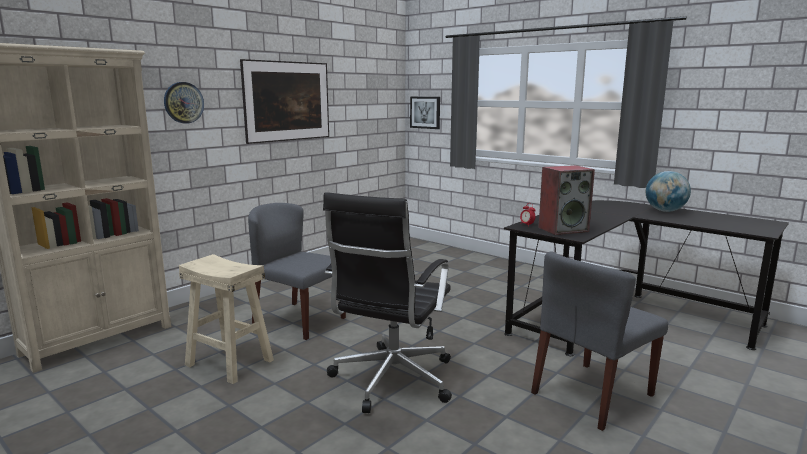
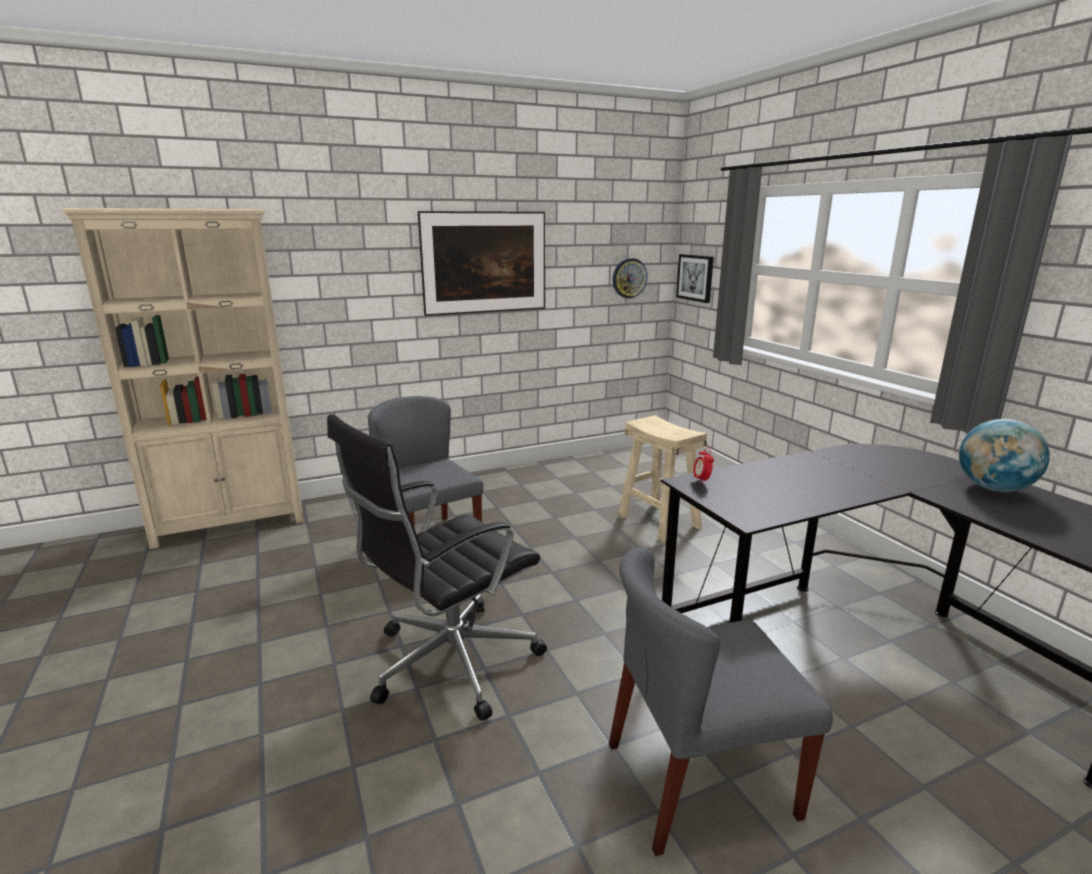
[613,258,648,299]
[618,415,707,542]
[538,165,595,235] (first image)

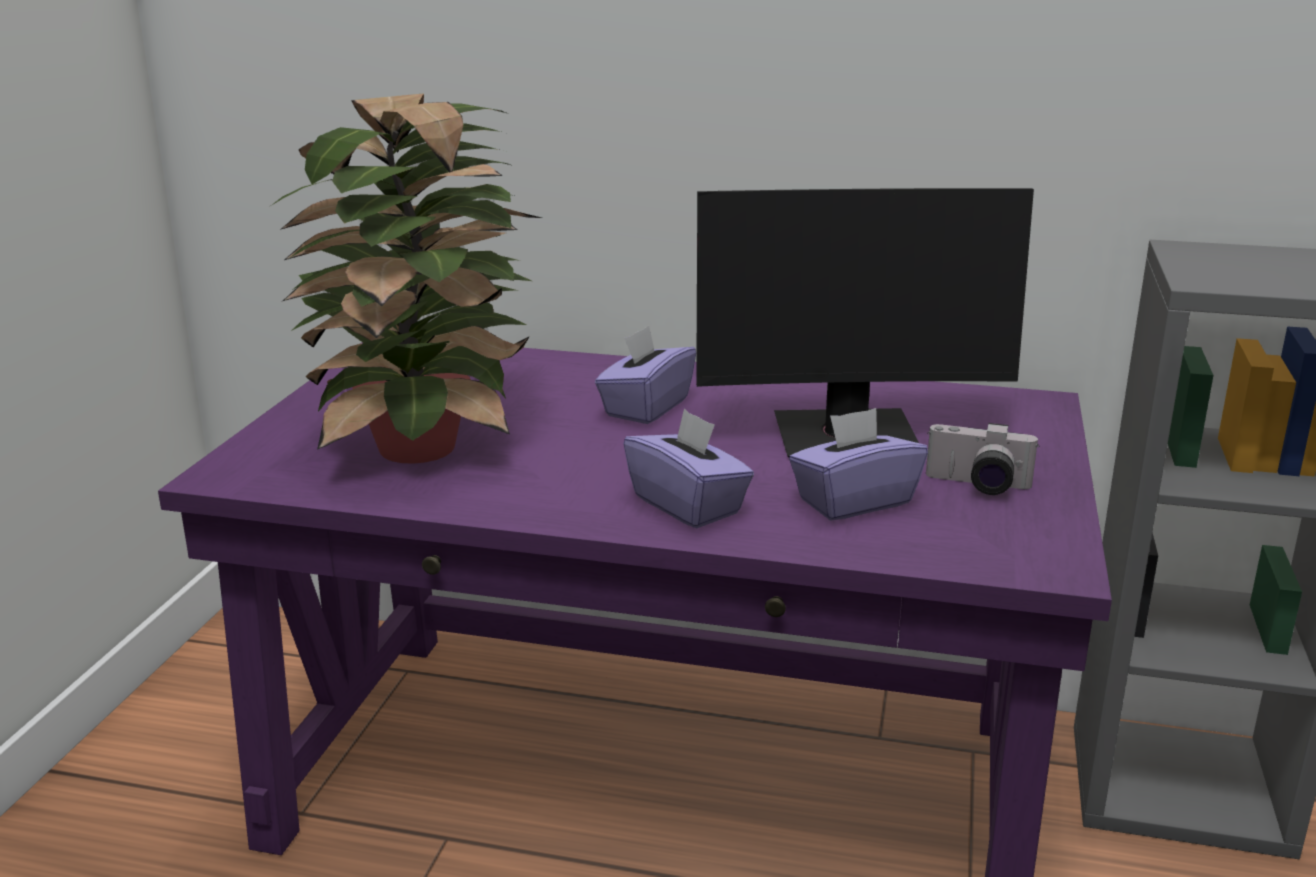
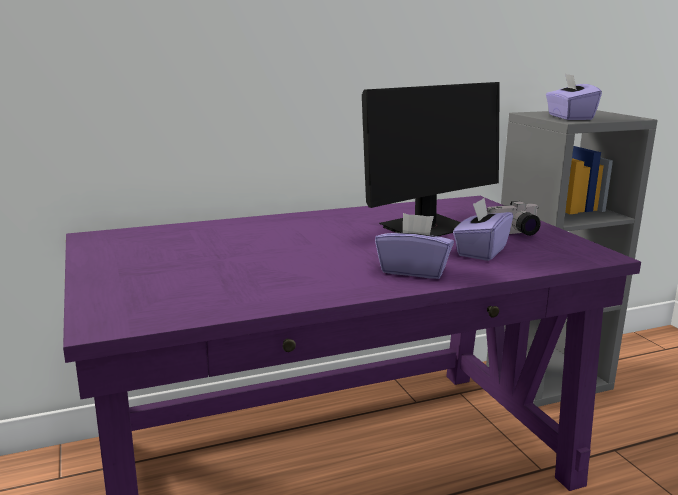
[272,93,542,464] (first image)
[546,74,602,120]

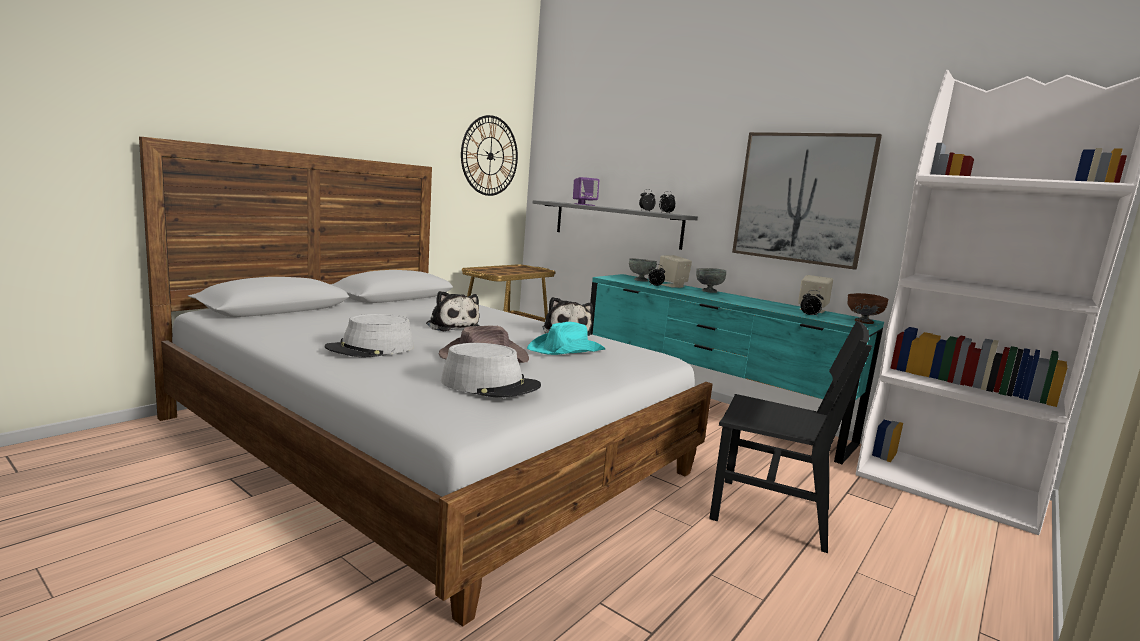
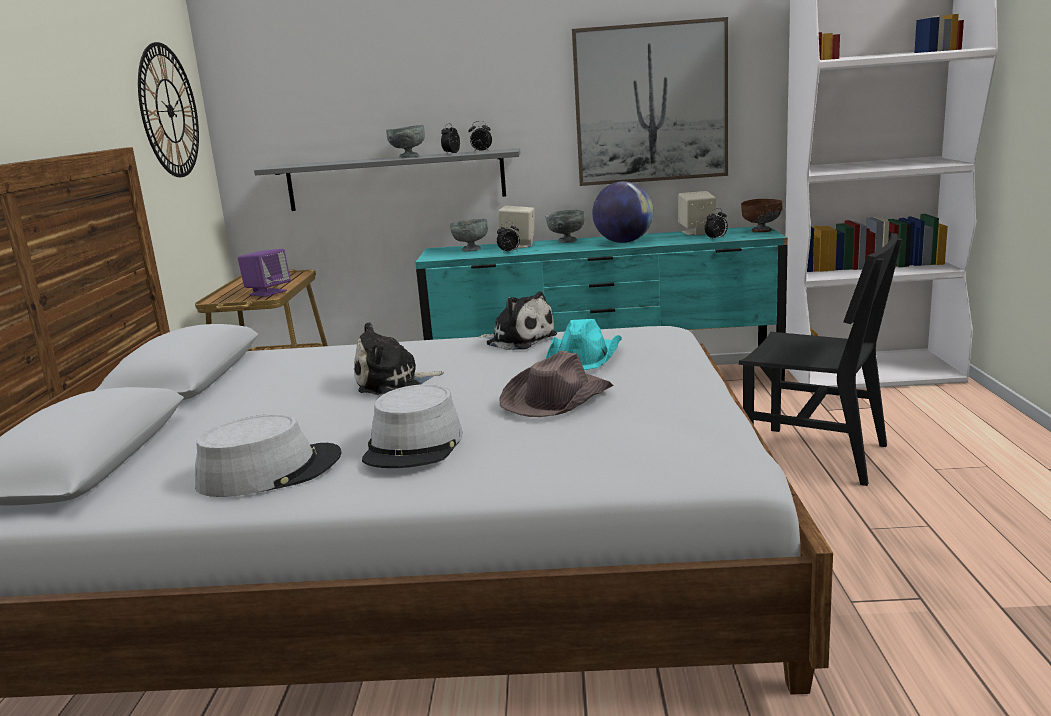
[354,322,444,395]
[195,414,342,497]
[238,249,291,297]
[739,233,902,486]
[386,125,425,158]
[592,181,653,243]

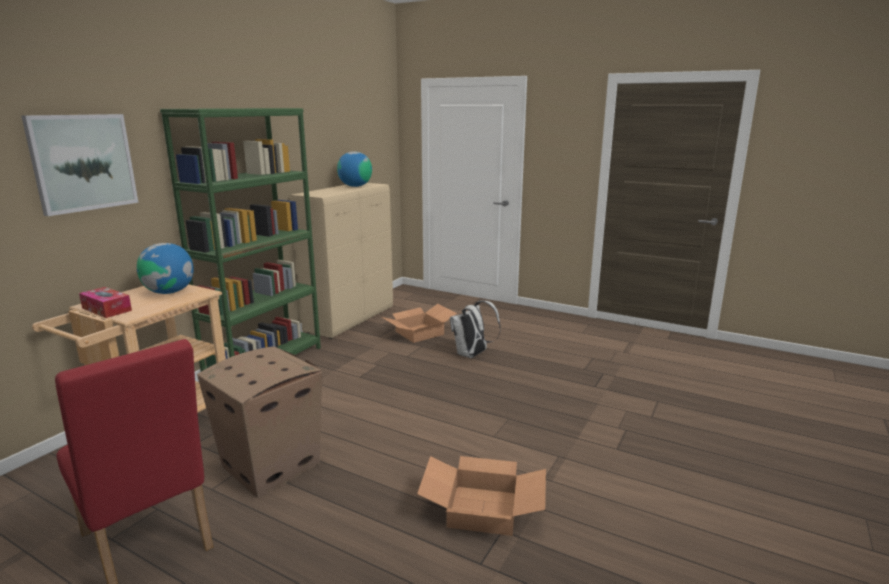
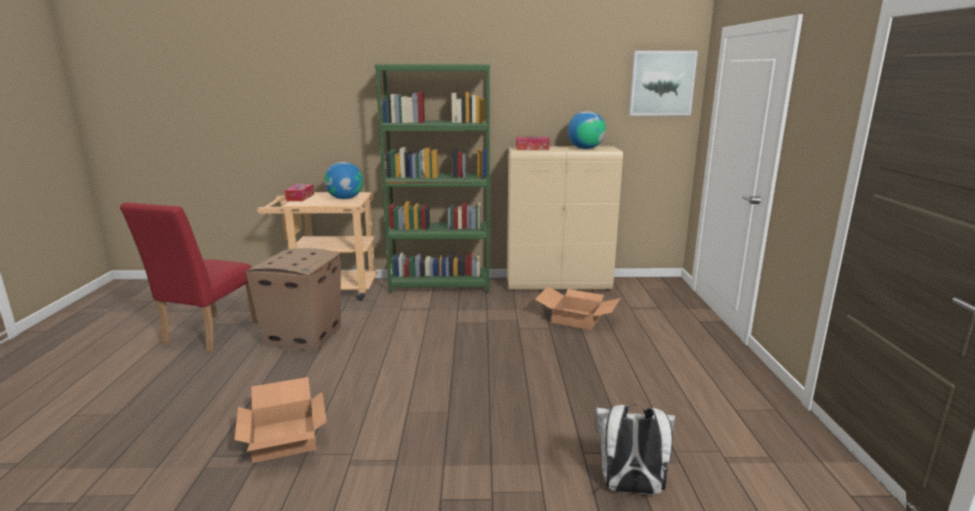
[629,51,698,115]
[595,404,675,495]
[516,137,550,150]

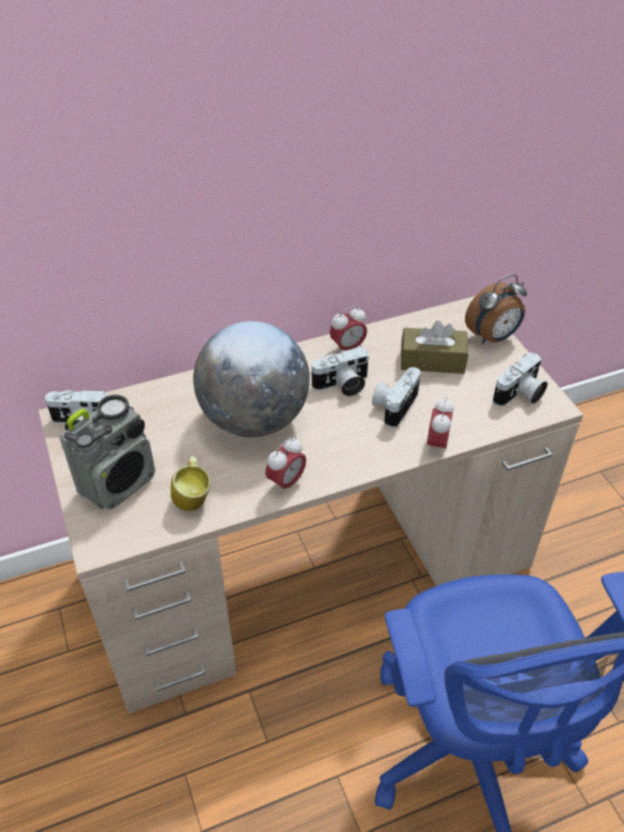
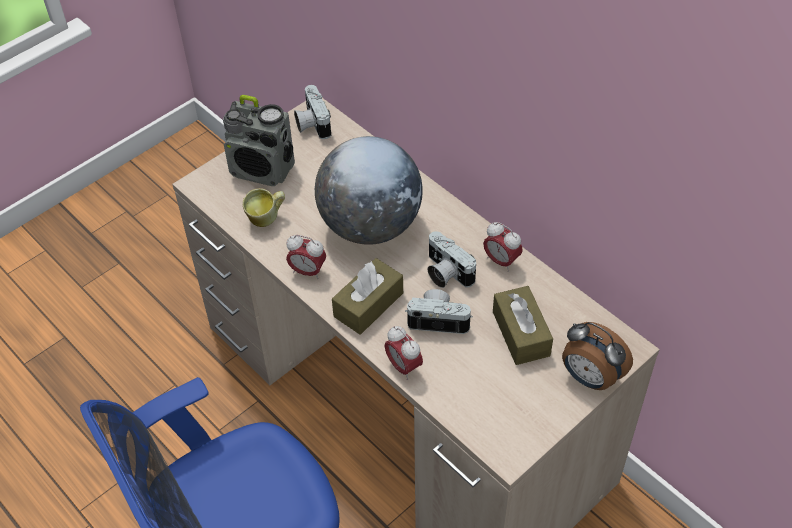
[385,326,423,380]
[493,352,548,406] (first image)
[332,258,403,335]

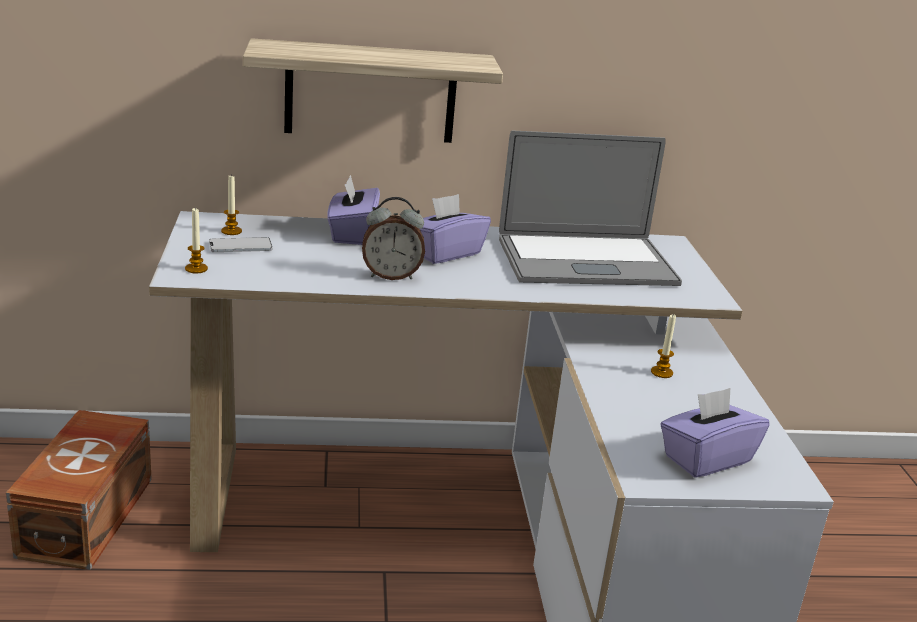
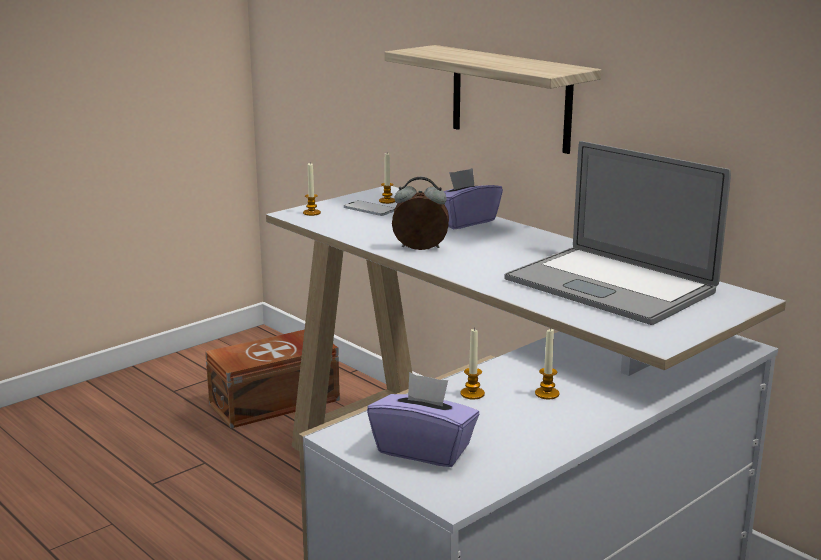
[392,177,449,250]
[419,194,491,264] (first image)
[461,329,485,400]

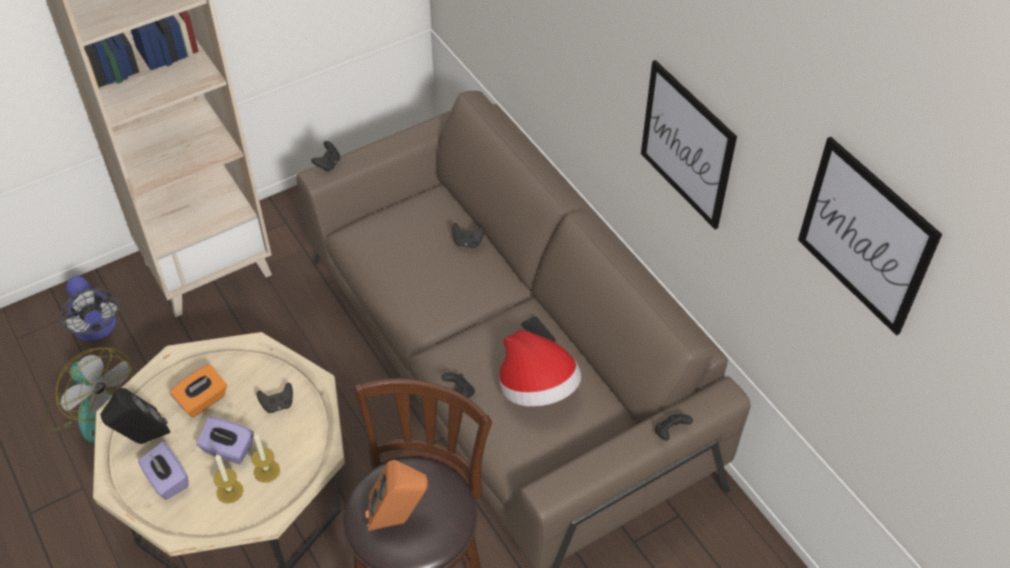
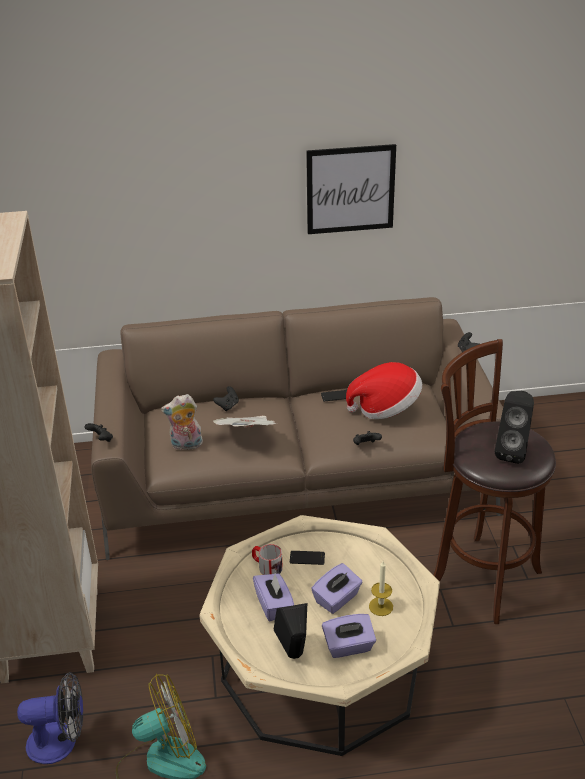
[253,573,294,621]
[251,433,280,483] (first image)
[290,551,325,565]
[495,391,534,464]
[798,137,942,336] (first image)
[161,394,203,450]
[213,416,277,428]
[252,544,283,575]

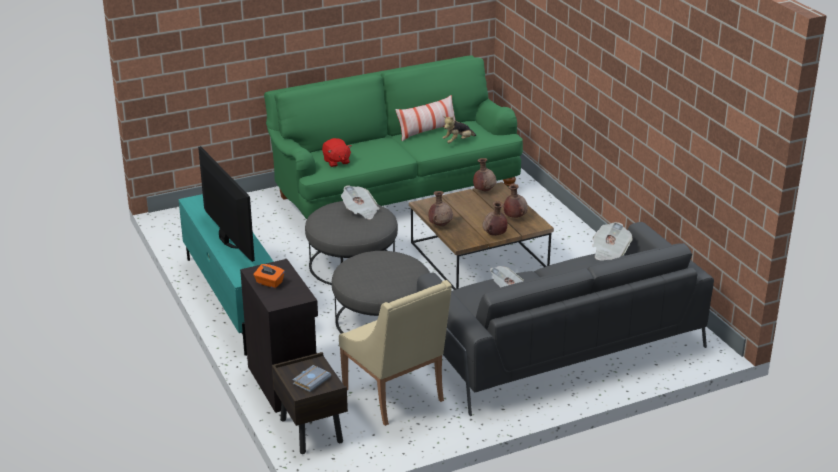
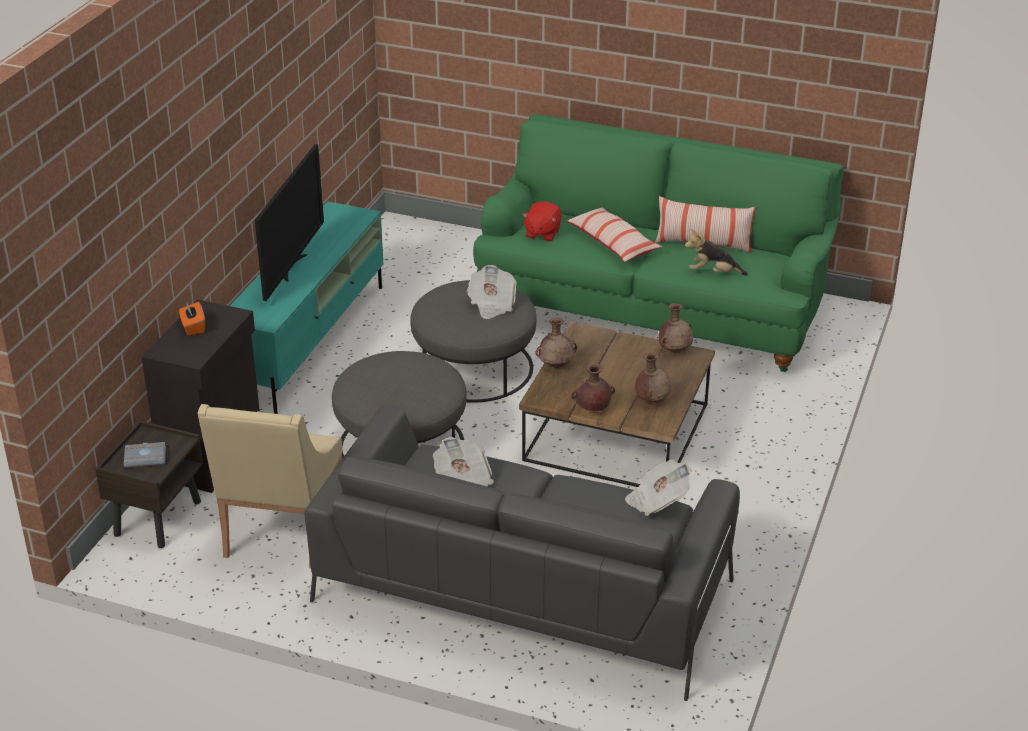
[567,207,662,262]

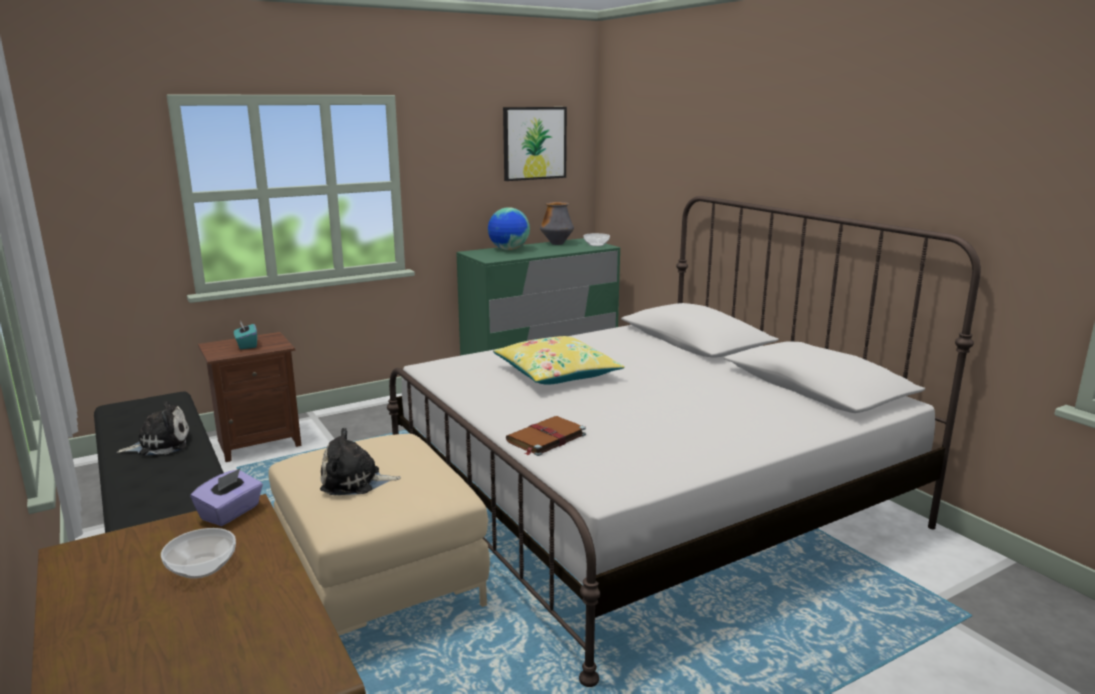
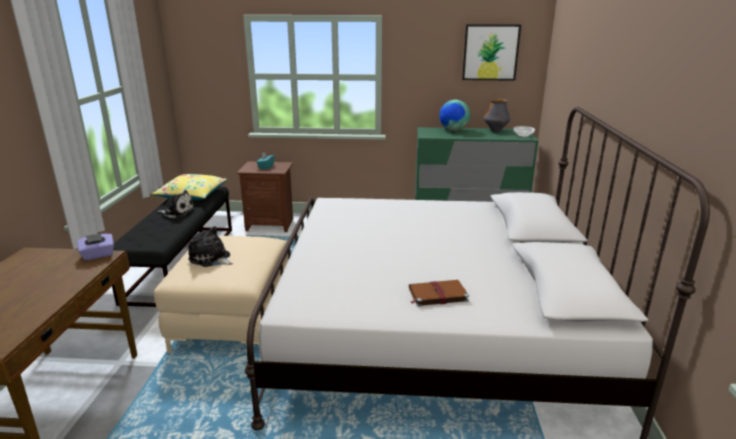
[161,528,236,579] (first image)
[152,174,228,200]
[409,280,469,307]

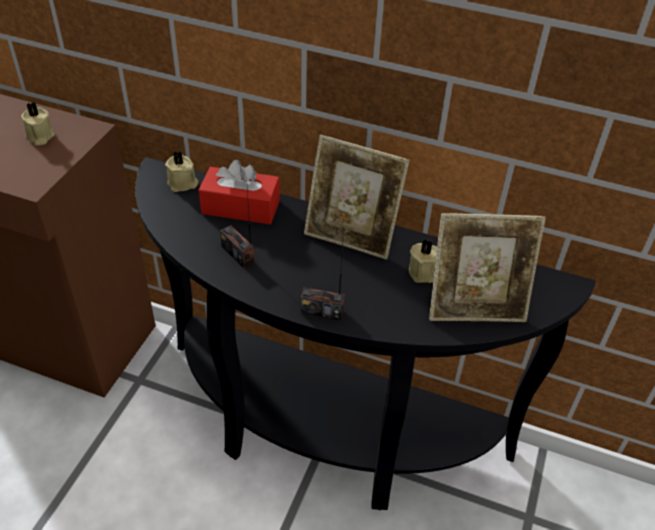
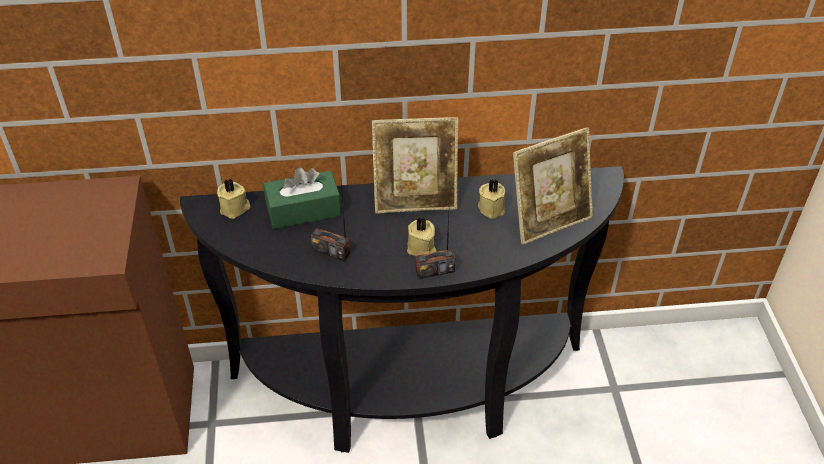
[407,217,436,256]
[264,168,341,229]

